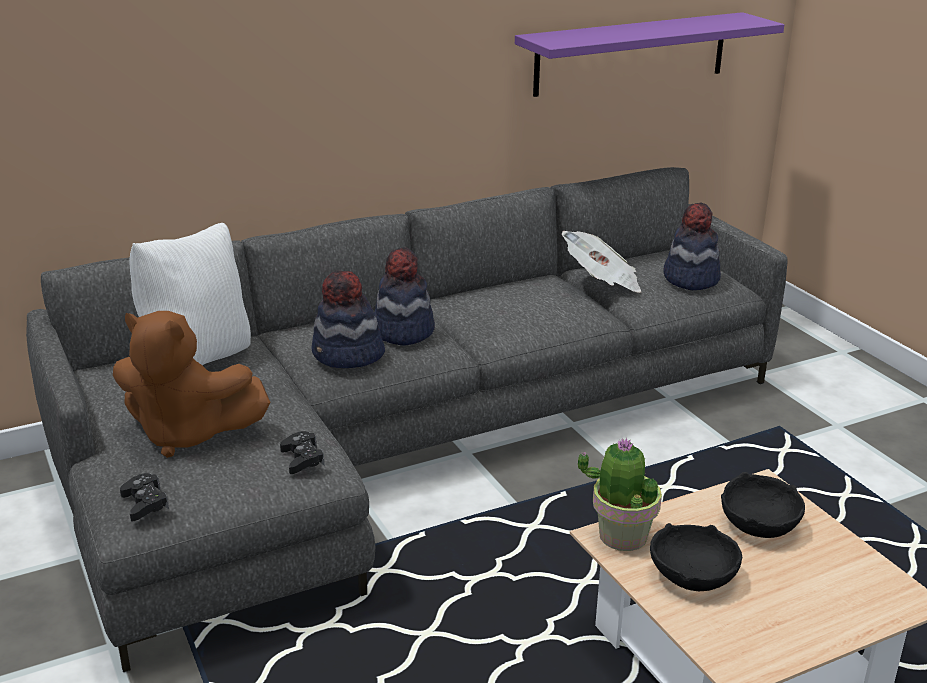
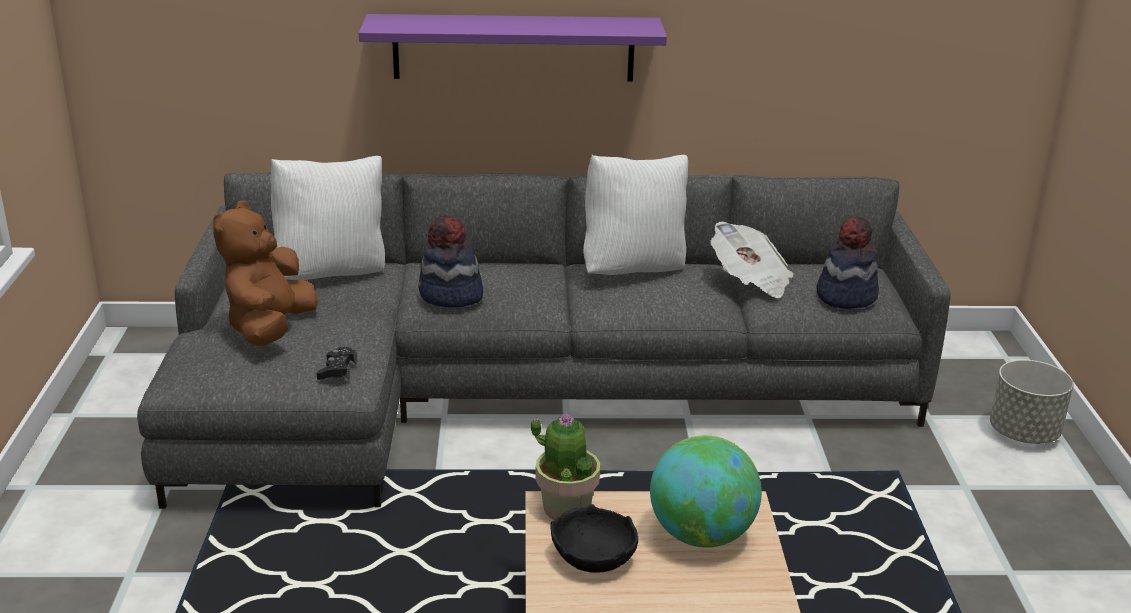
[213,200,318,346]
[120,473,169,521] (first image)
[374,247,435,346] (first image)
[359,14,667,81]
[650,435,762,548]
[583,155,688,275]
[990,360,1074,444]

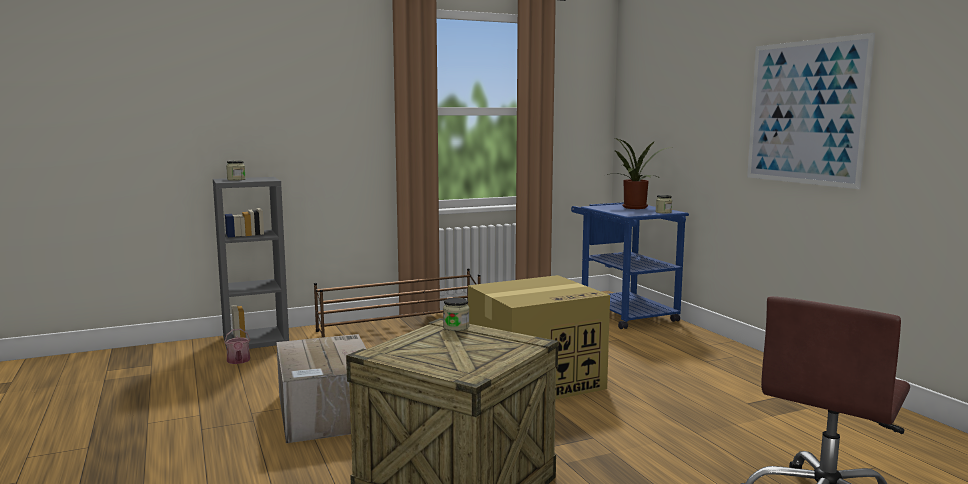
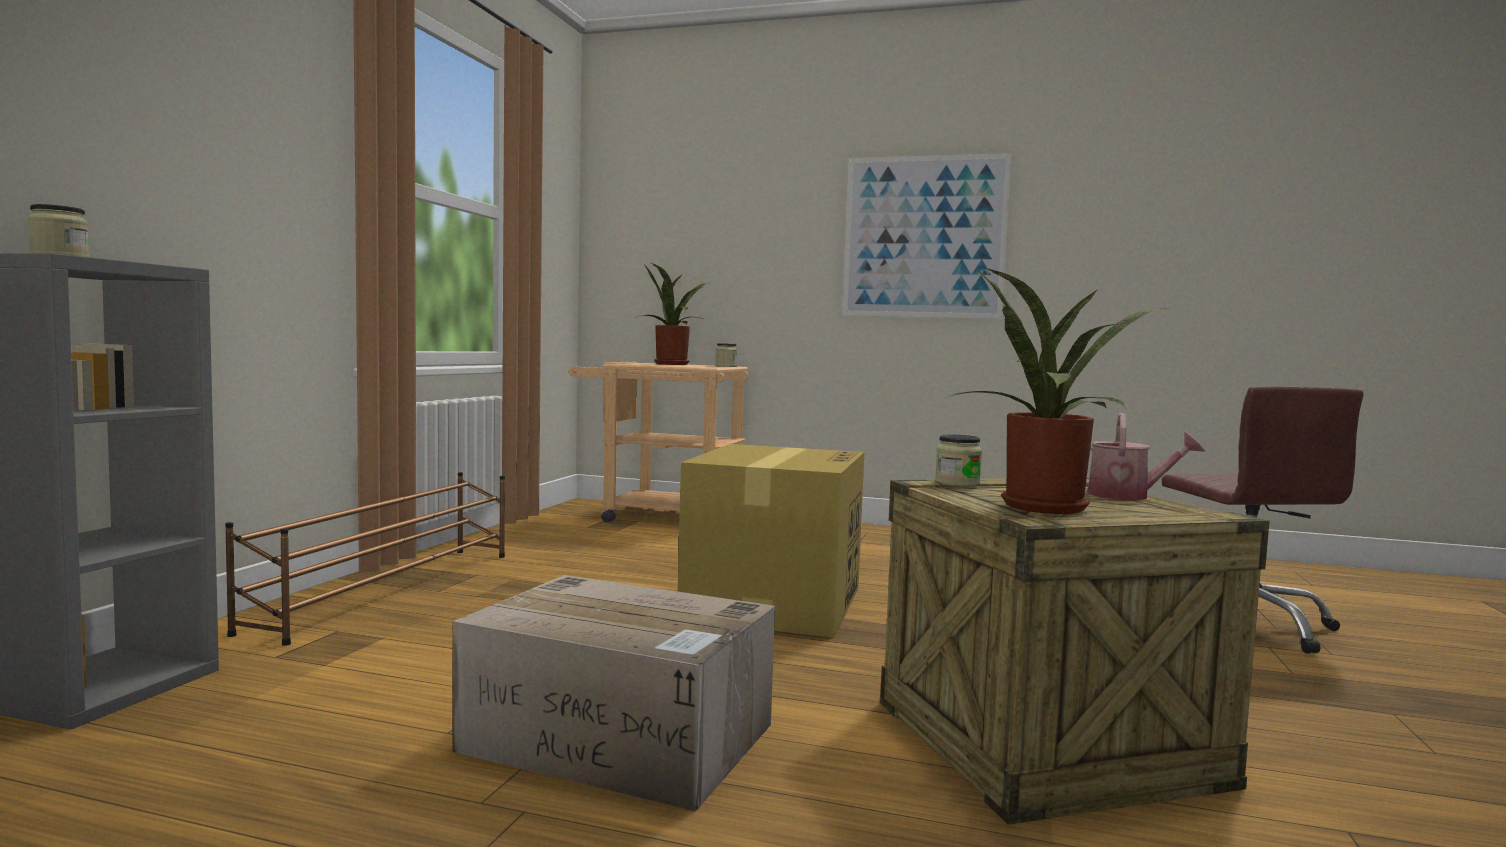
[1086,413,1205,500]
[569,362,749,522]
[948,268,1169,514]

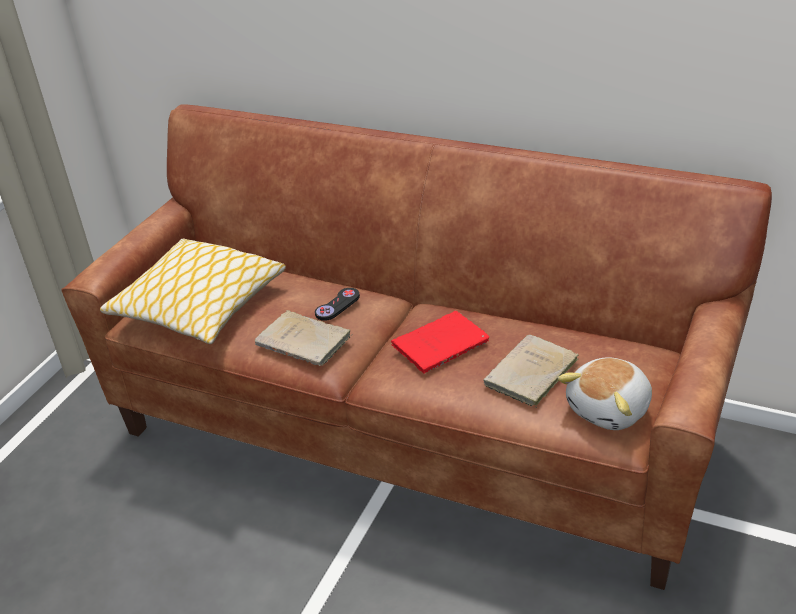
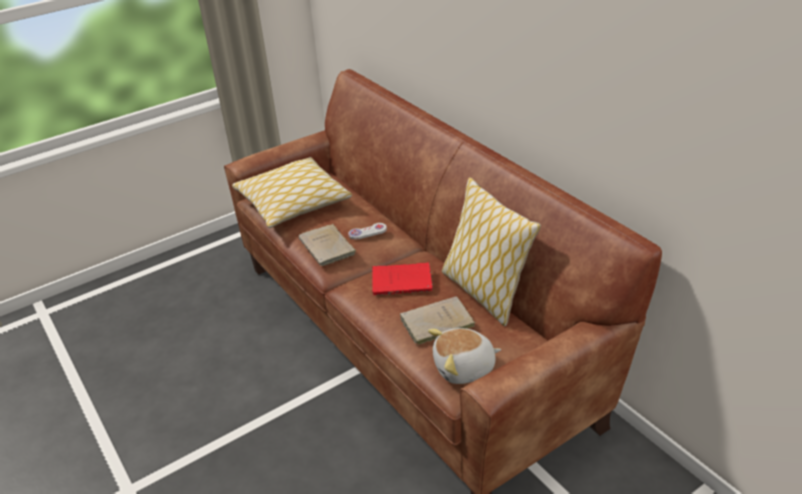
[348,223,387,240]
[442,177,541,326]

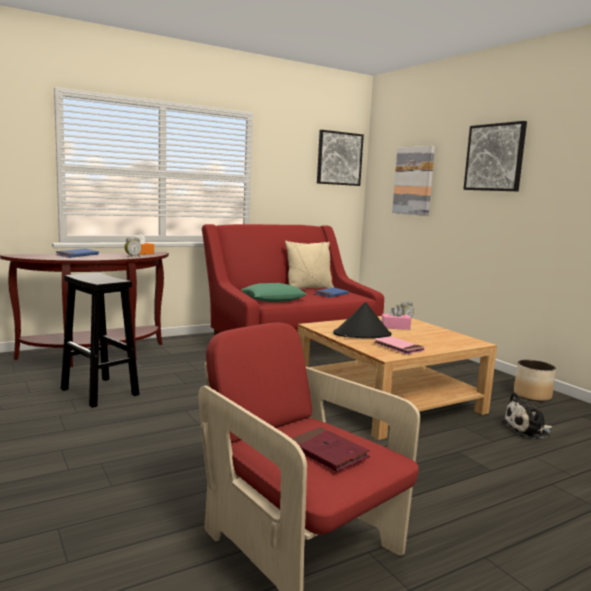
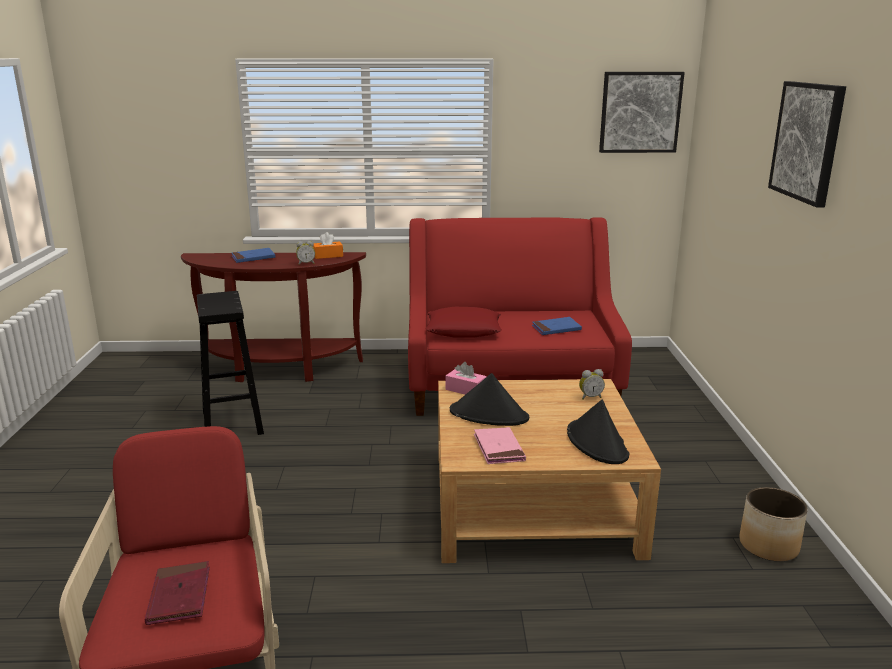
[426,307,502,338]
[285,240,334,289] (first image)
[446,362,487,395]
[392,146,435,216] (first image)
[501,392,552,438] (first image)
[567,400,629,464]

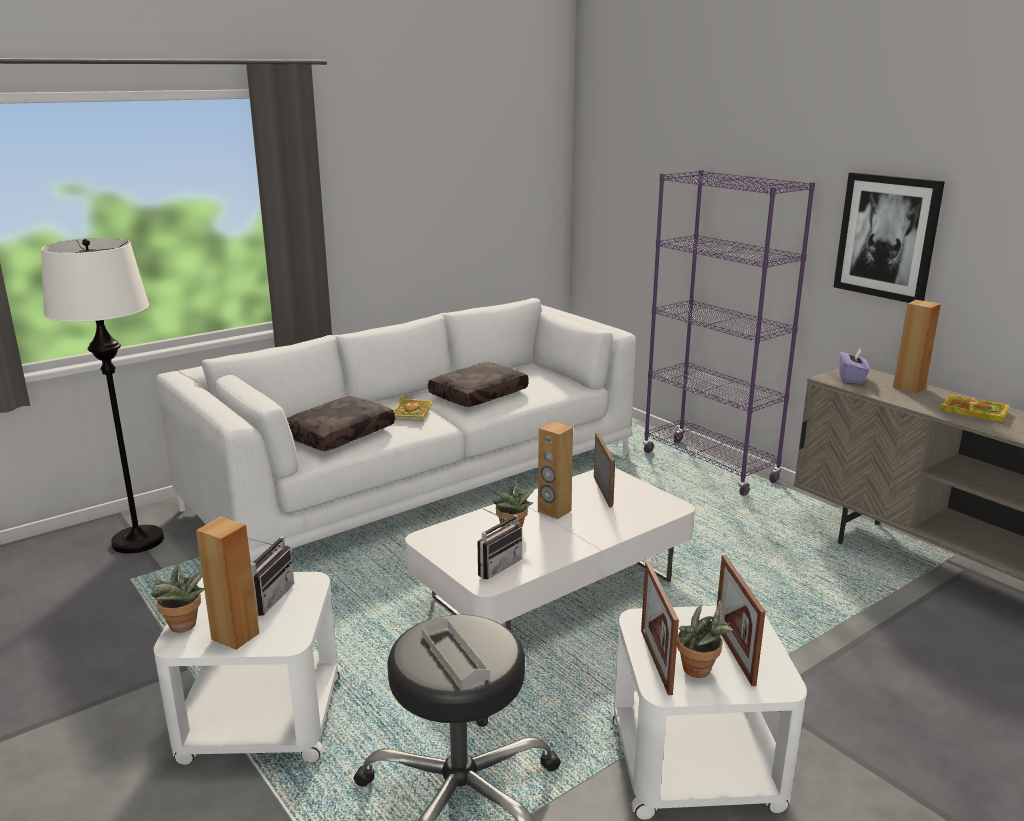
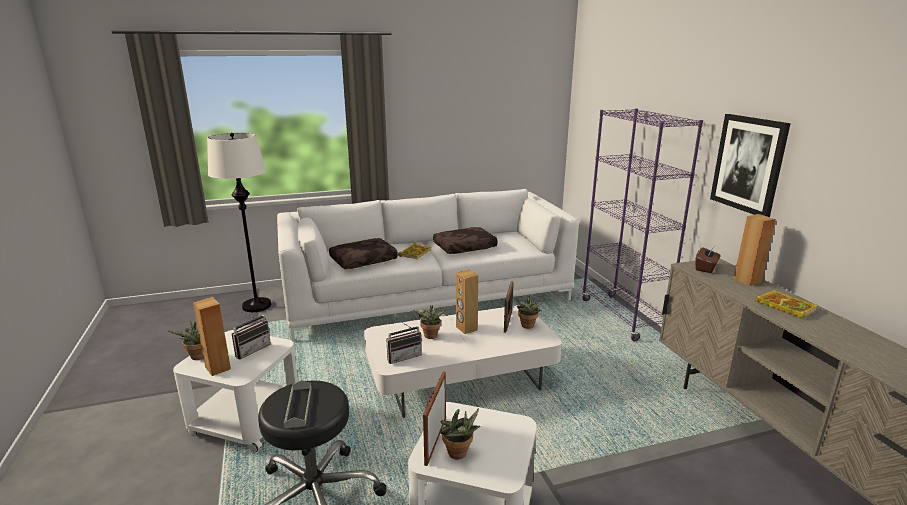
[717,555,765,686] (first image)
[695,247,720,273]
[516,296,545,329]

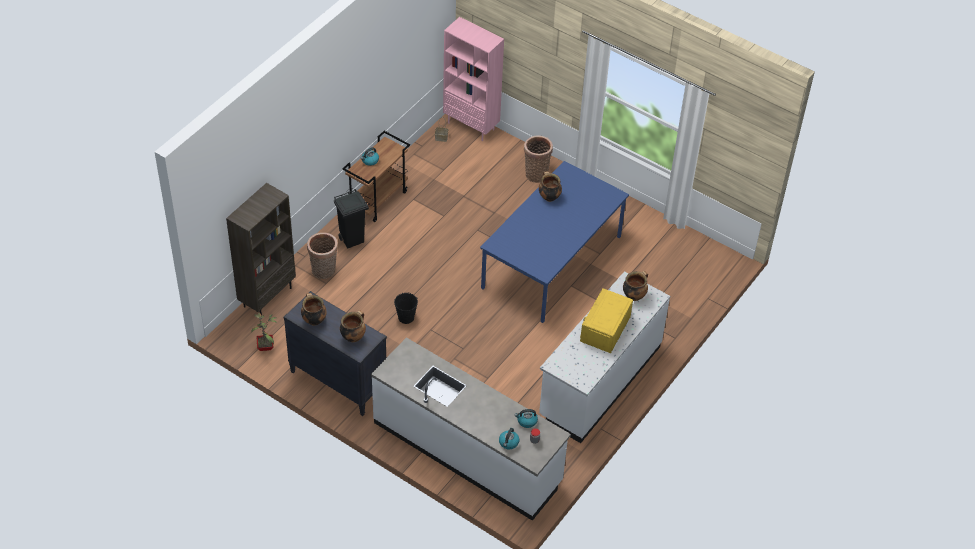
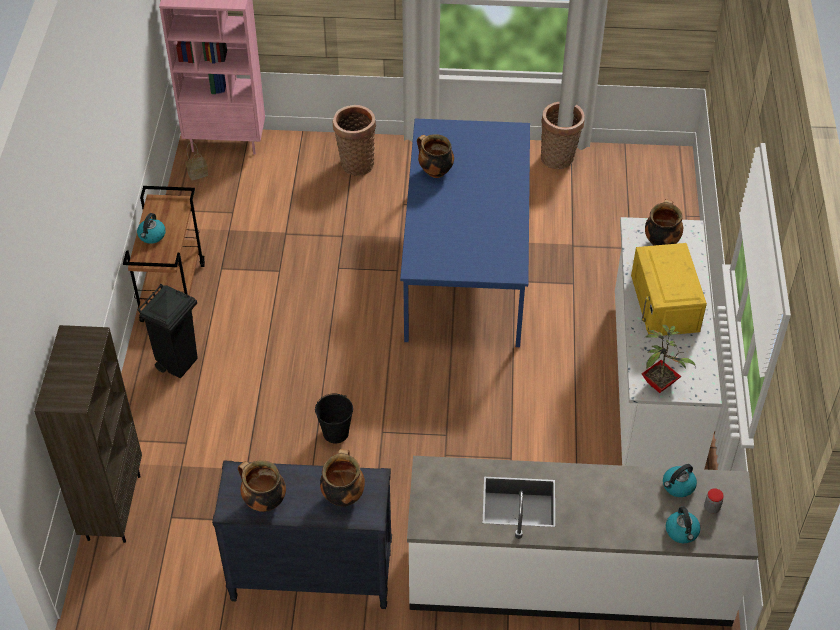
[642,325,696,393]
[541,101,585,169]

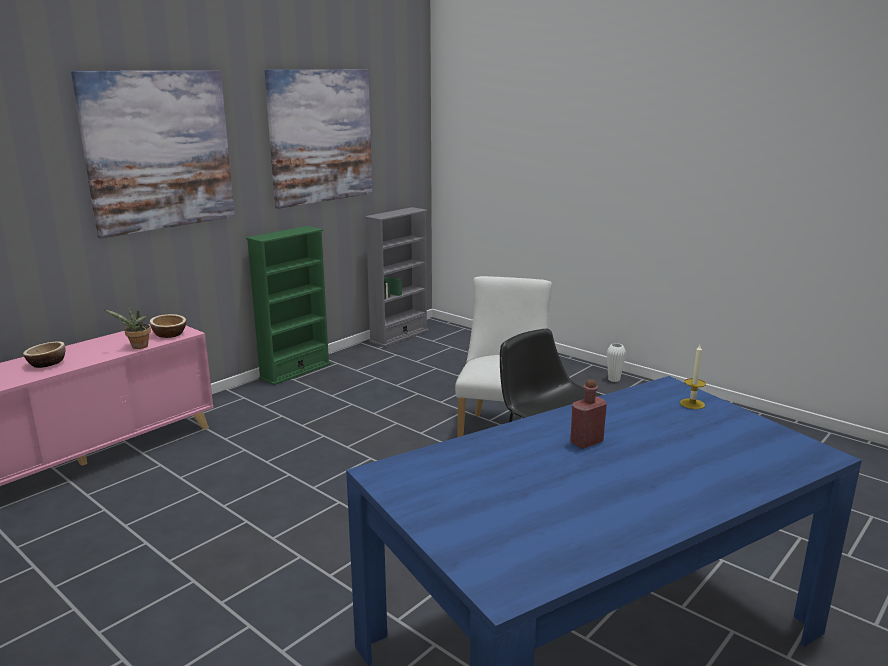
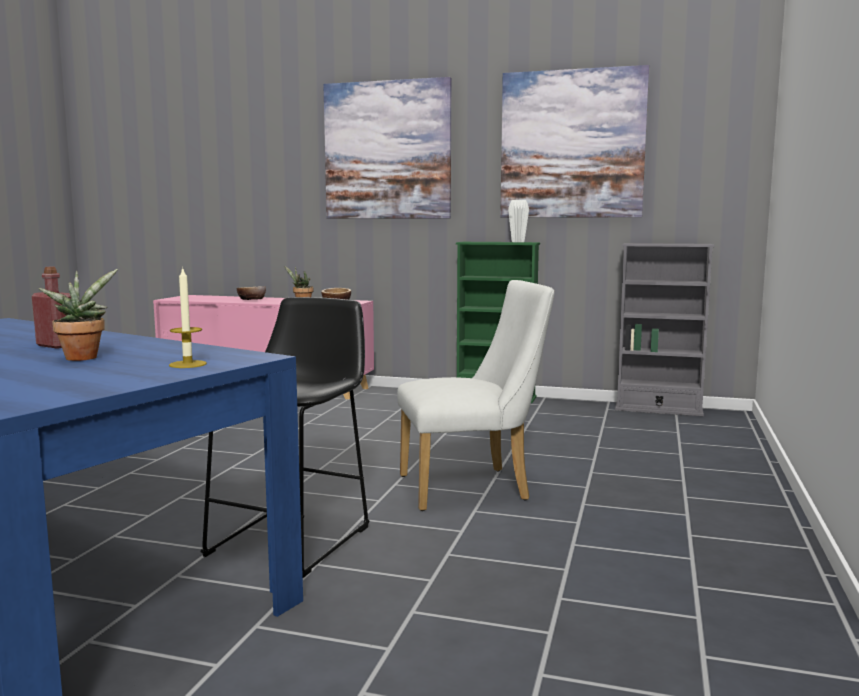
[508,200,529,242]
[39,269,118,361]

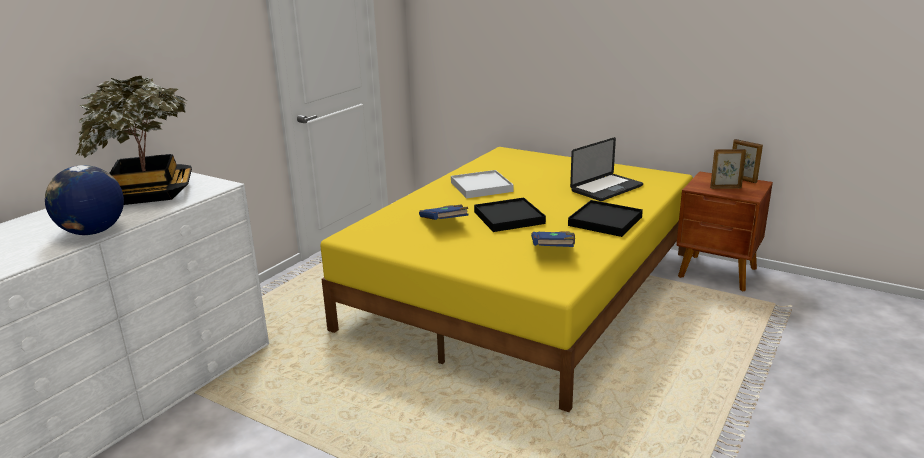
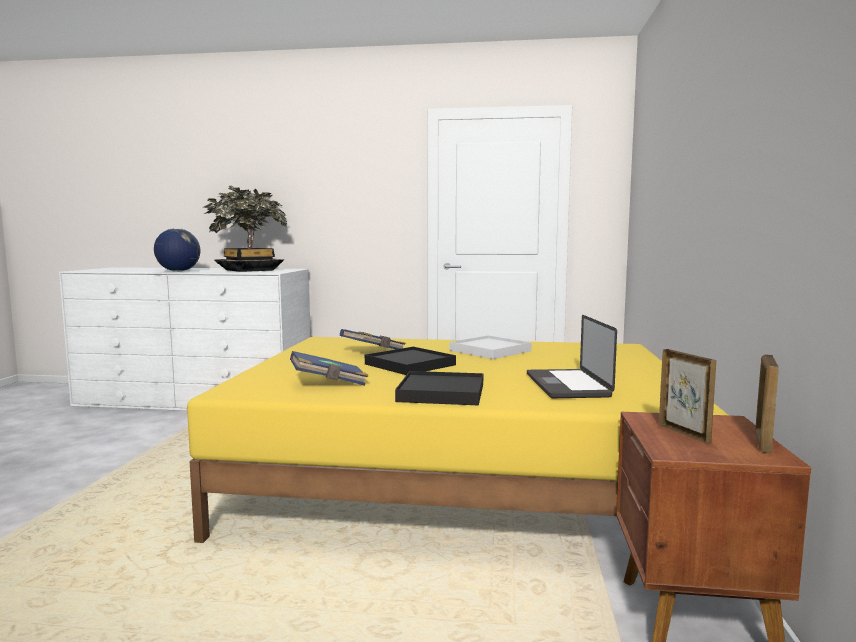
[527,315,617,398]

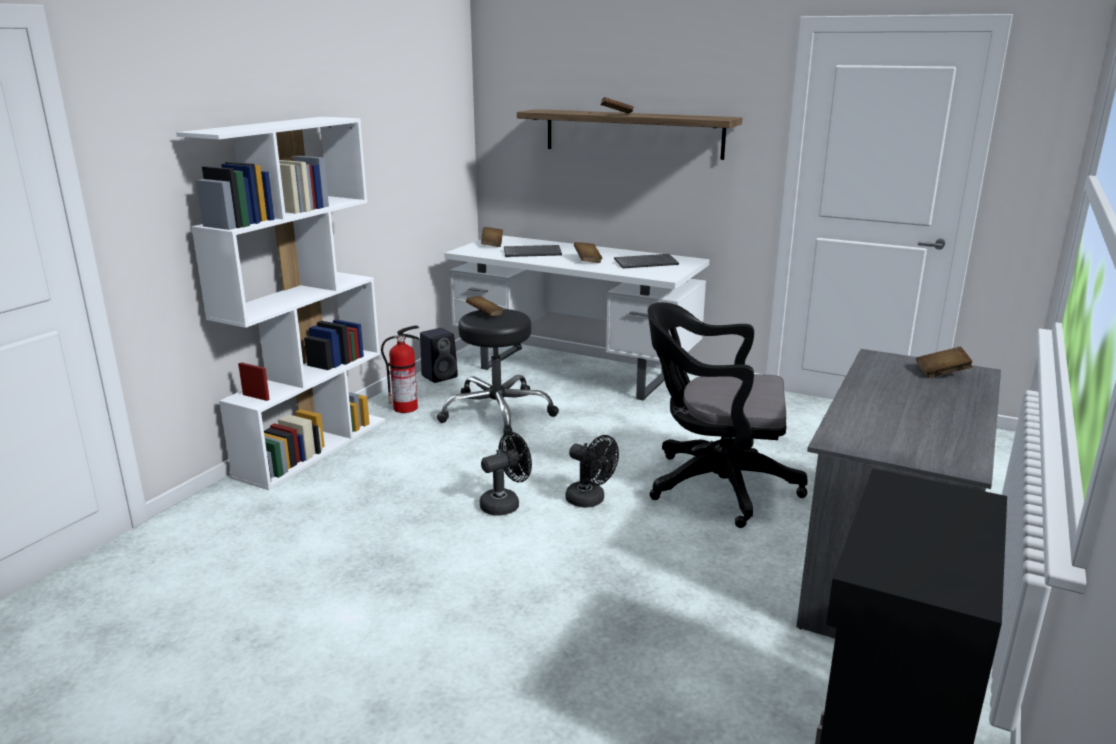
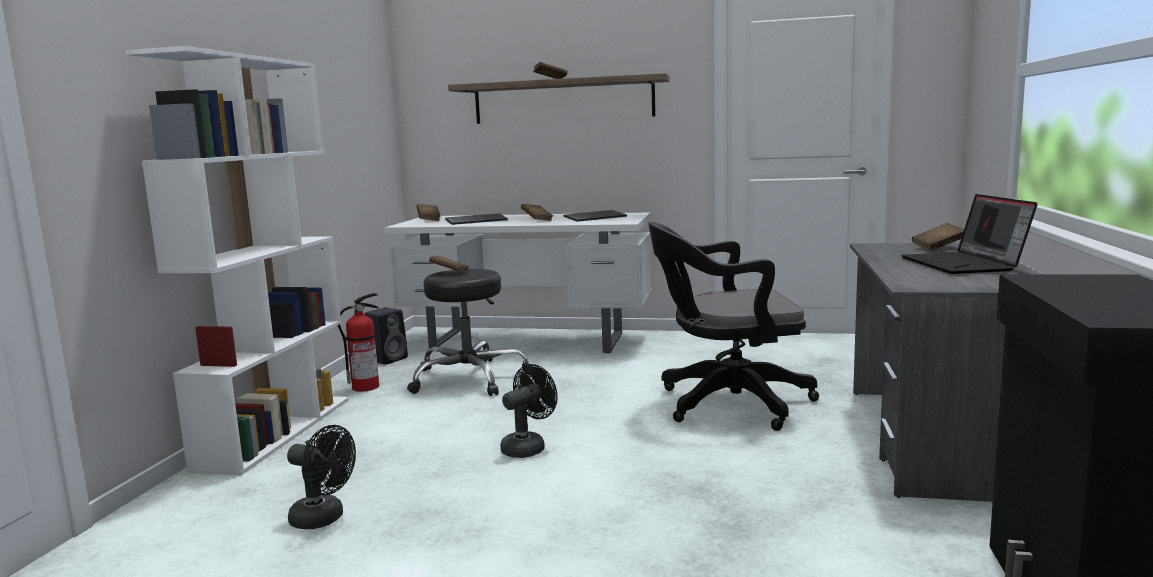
[287,425,356,529]
[901,194,1038,274]

